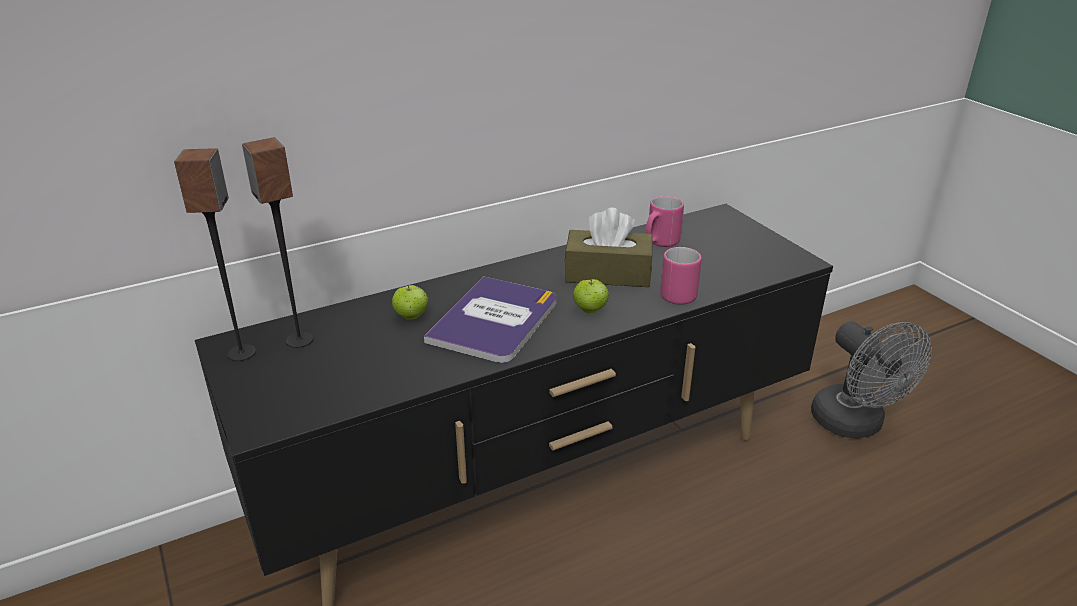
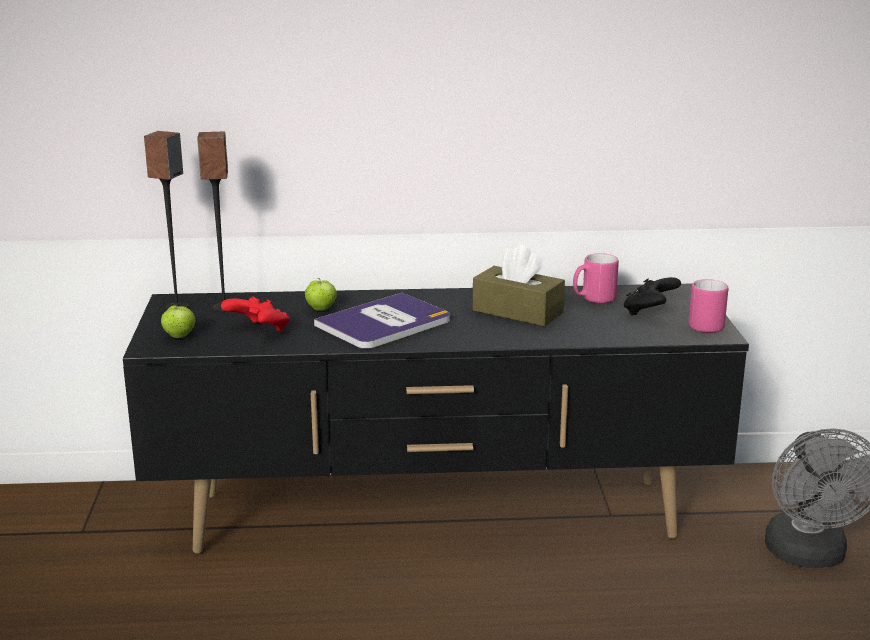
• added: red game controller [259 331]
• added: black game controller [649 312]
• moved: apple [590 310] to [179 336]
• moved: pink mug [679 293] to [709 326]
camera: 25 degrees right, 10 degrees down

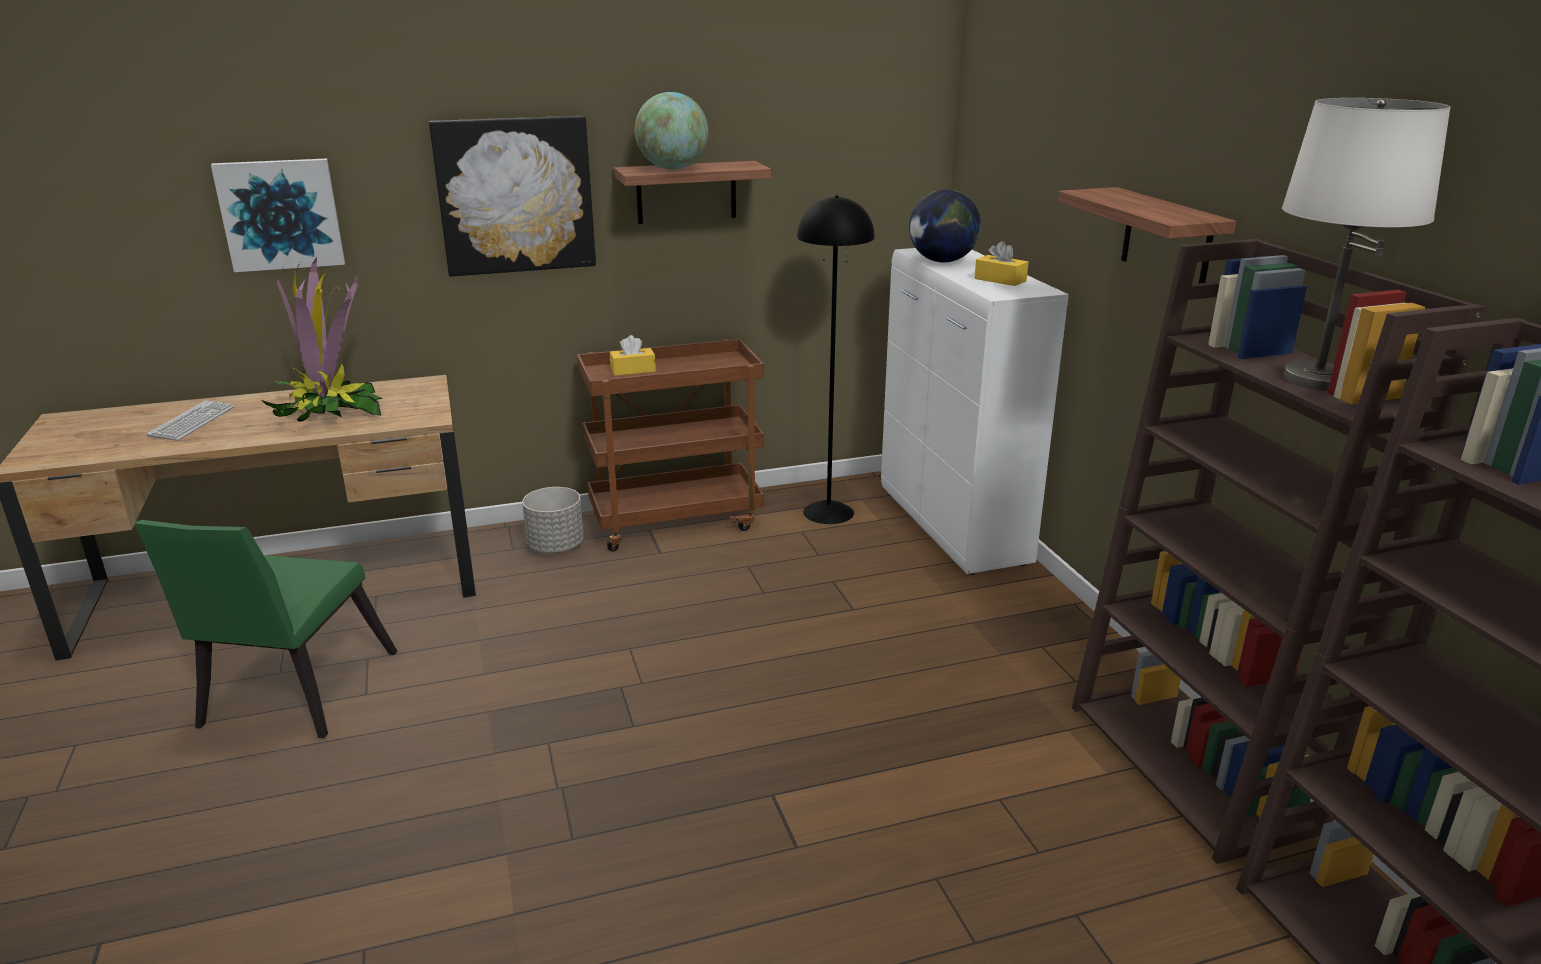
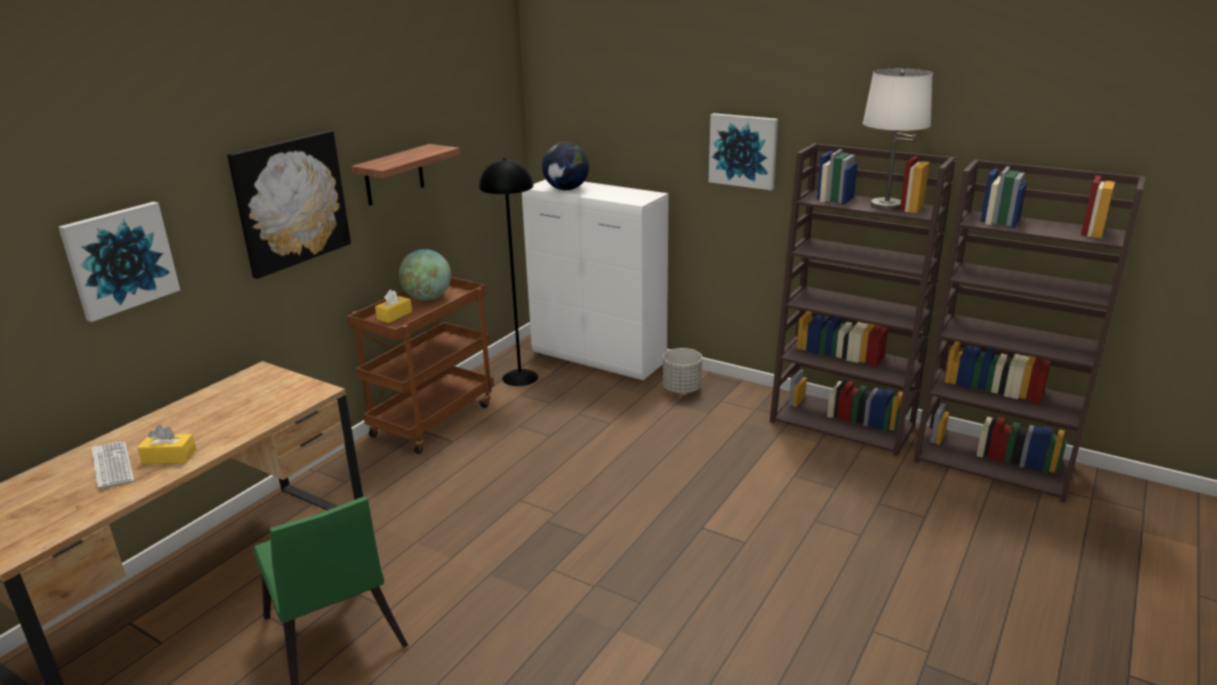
• removed: potted plant [329 412]
• moved: grey planter [556 546] to [682 389]
• moved: globe [673 168] to [427 298]
• moved: yellow tissue box [1000 280] to [169 457]
• replaced: shelf [1167 239] to picture [743 150]
camera: 40 degrees left, 0 degrees up

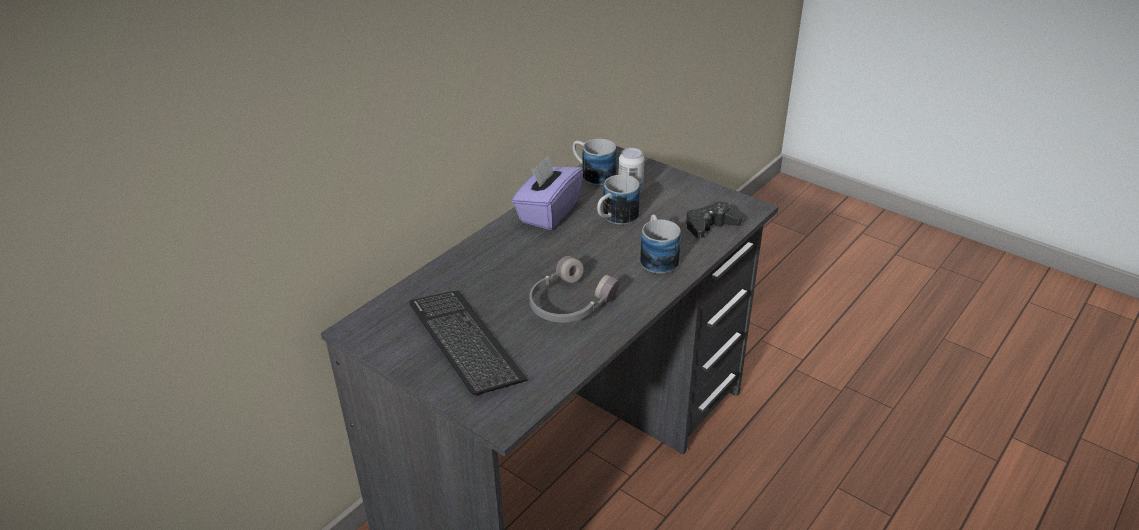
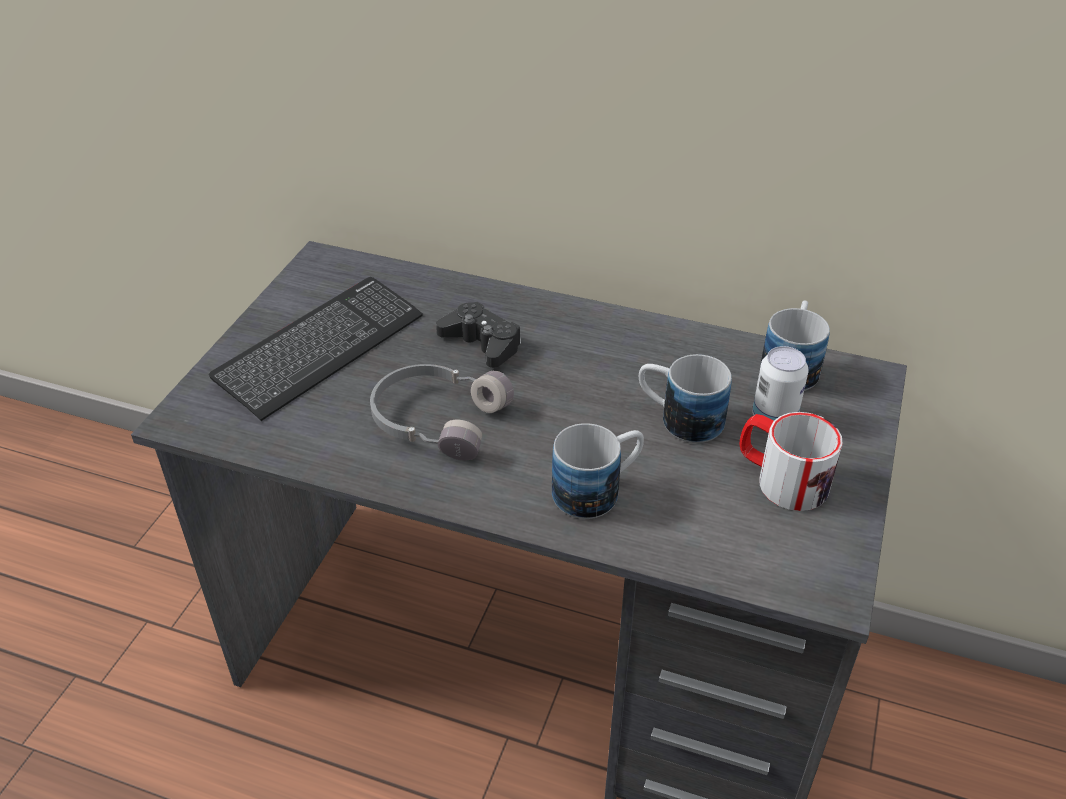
• removed: purple tissue box [548 212]
• added: mug [781 479]
• moved: black game controller [710 226] to [482 343]
camera: 70 degrees right, 5 degrees up

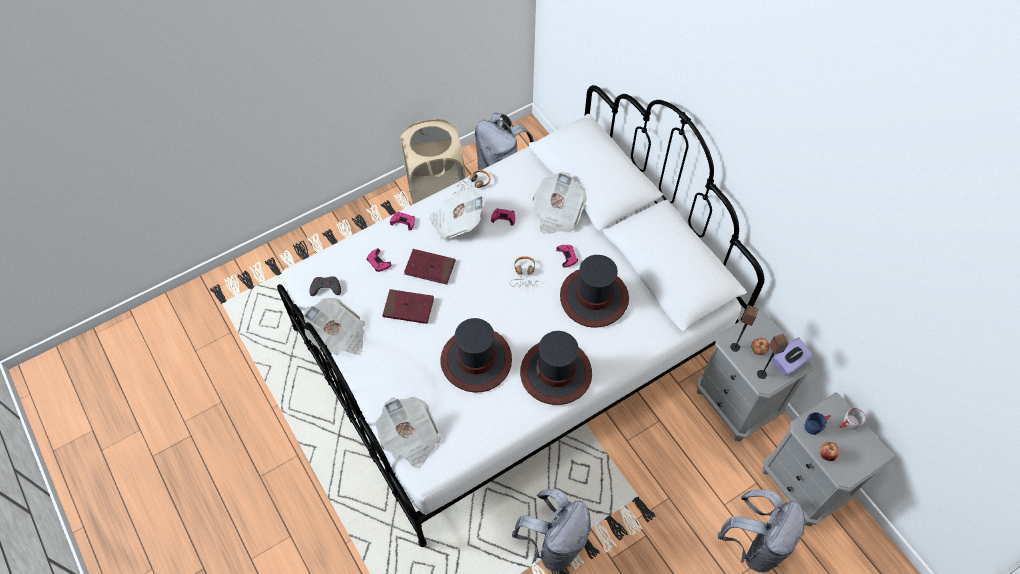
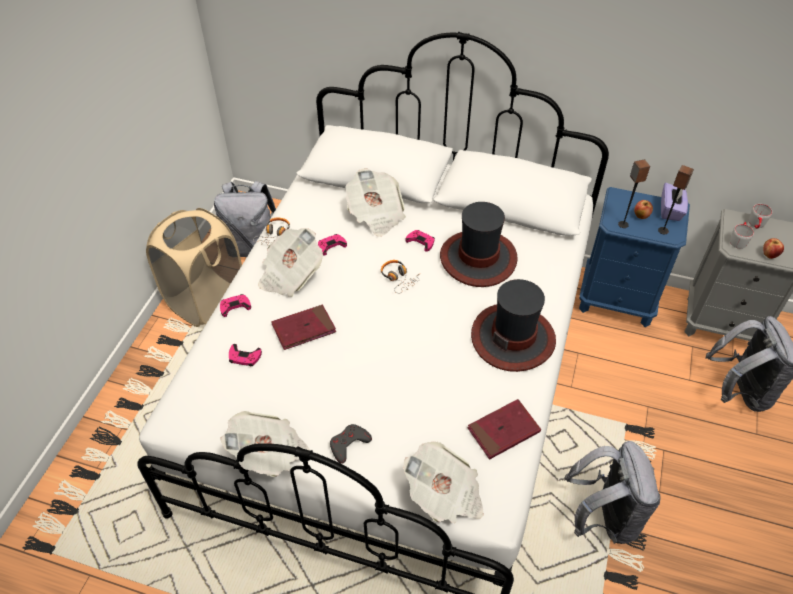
• removed: hat [476 360]
• moved: grey game controller [325 288] to [349 444]
• moved: red book [408 308] to [503 431]
• recoloured: grey nightstand [736 403] to blue nightstand [617 299]
• recoloured: blue mug [815 425] to grey mug [738 240]
camera: 40 degrees left, 10 degrees down

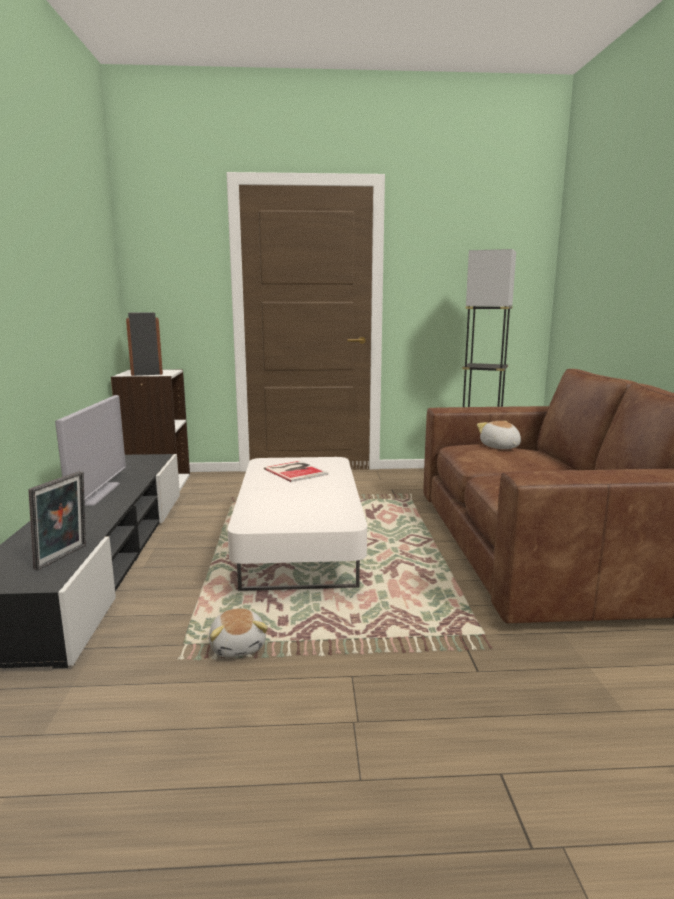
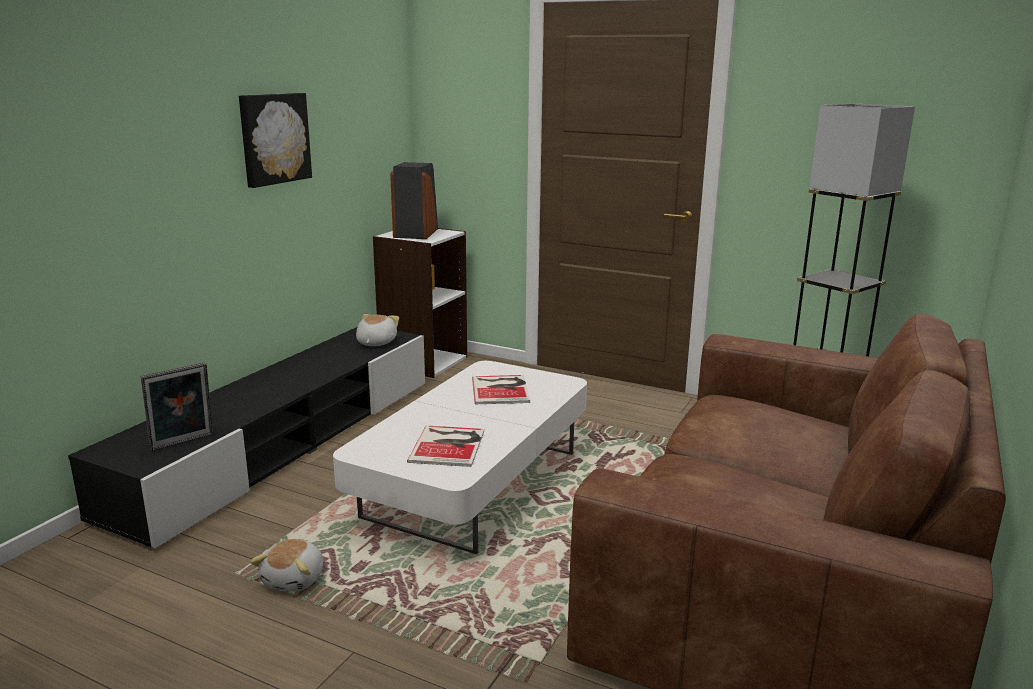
• removed: television [95 494]
• added: picture [273 138]
• added: book [449 445]
• moved: plush toy [499 447] to [375 343]
camera: 30 degrees right, 5 degrees up

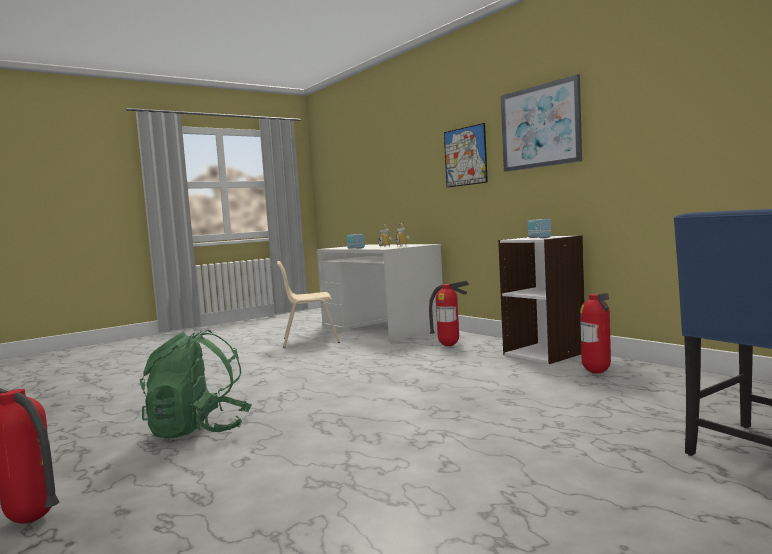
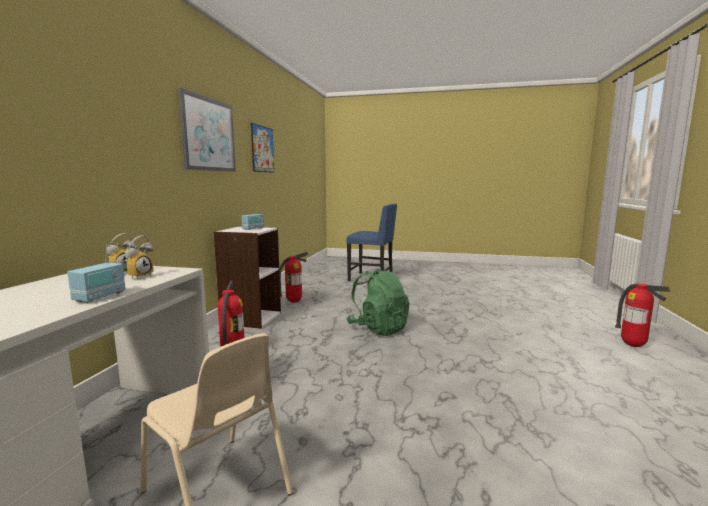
• moved: green backpack [199 430] to [378 328]
• moved: picture [465 156] to [262 149]
camera: 130 degrees left, 5 degrees up

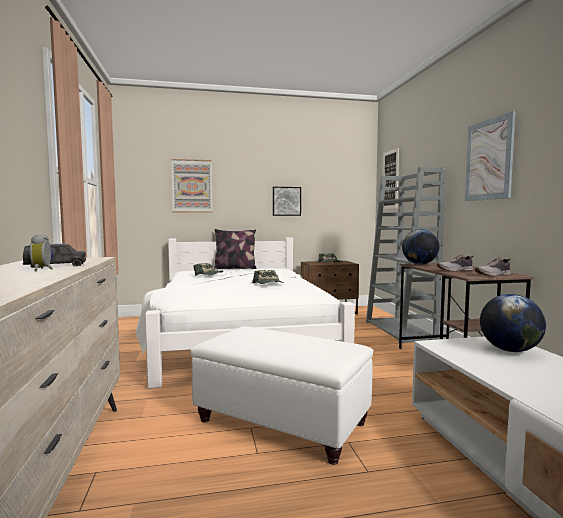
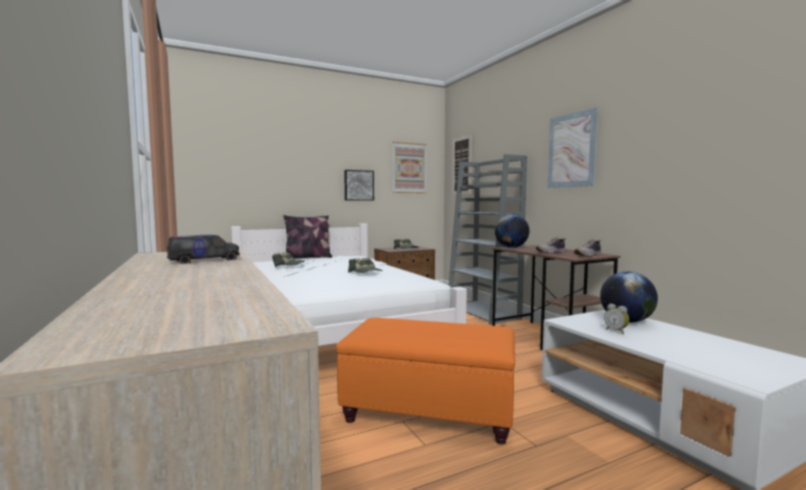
• moved: alarm clock [43 270] to [616 331]
• moved: picture [192 186] to [409 168]
• recoloured: white ottoman [280 421] to orange ottoman [428 411]
camera: 15 degrees left, 0 degrees up

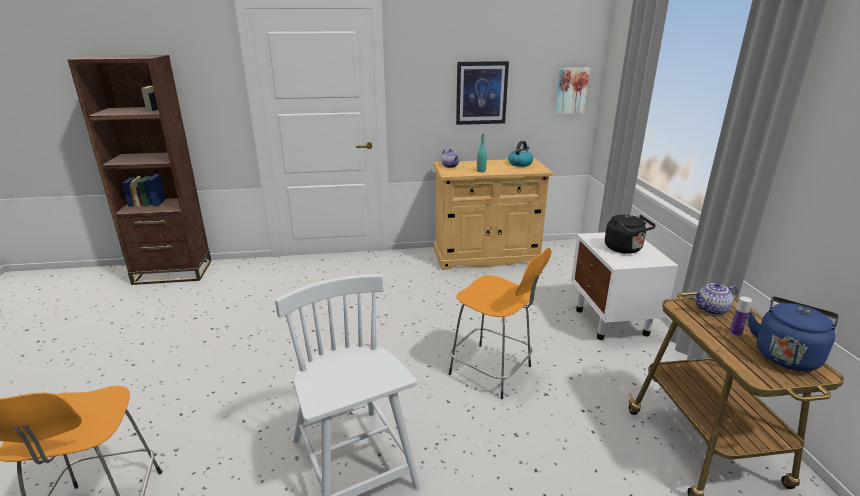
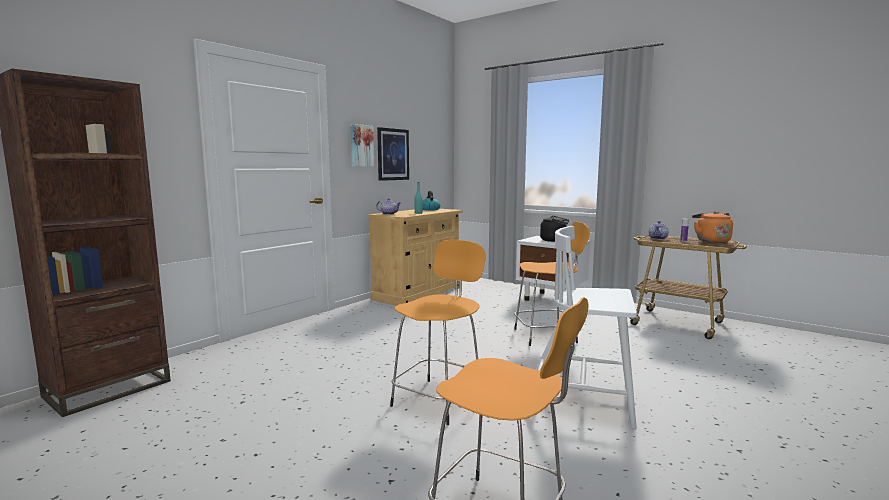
• added: orange stool [439 399]
• moved: picture [571 90] to [361 146]
• recoloured: blue kettle [786 355] to orange kettle [711 241]
camera: 45 degrees left, 15 degrees down

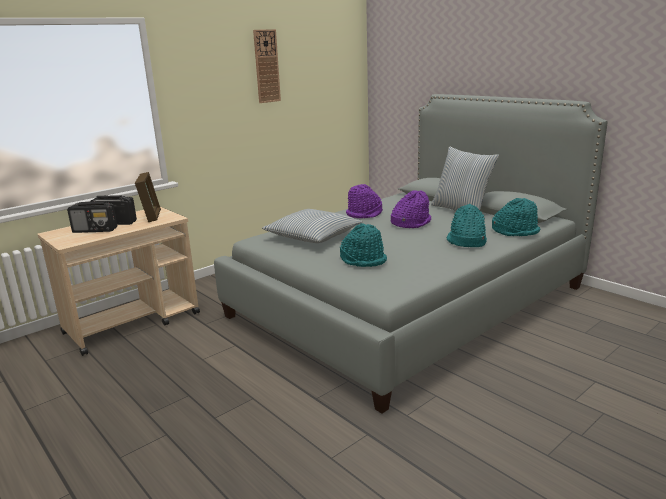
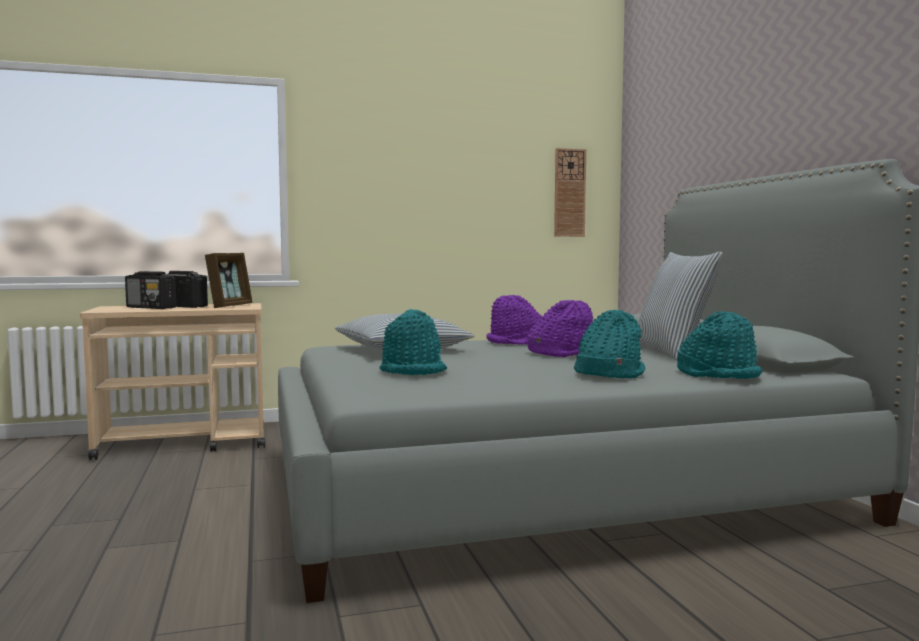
• moved: wall clock [266 66] to [569 193]
camera: 25 degrees right, 15 degrees down

